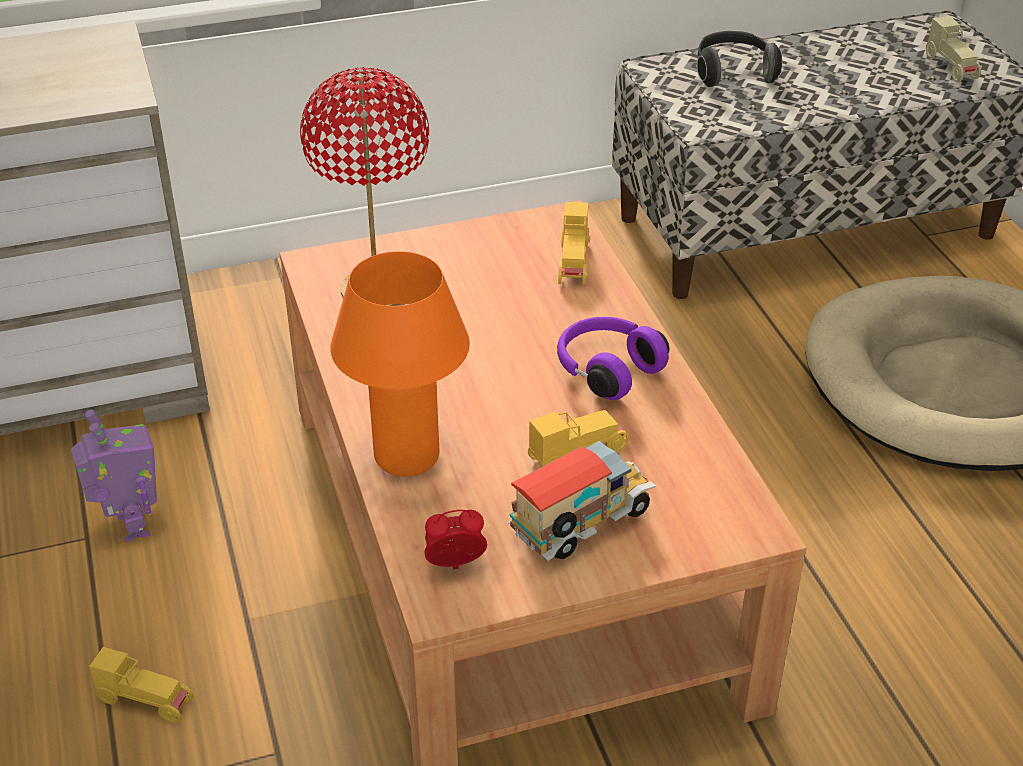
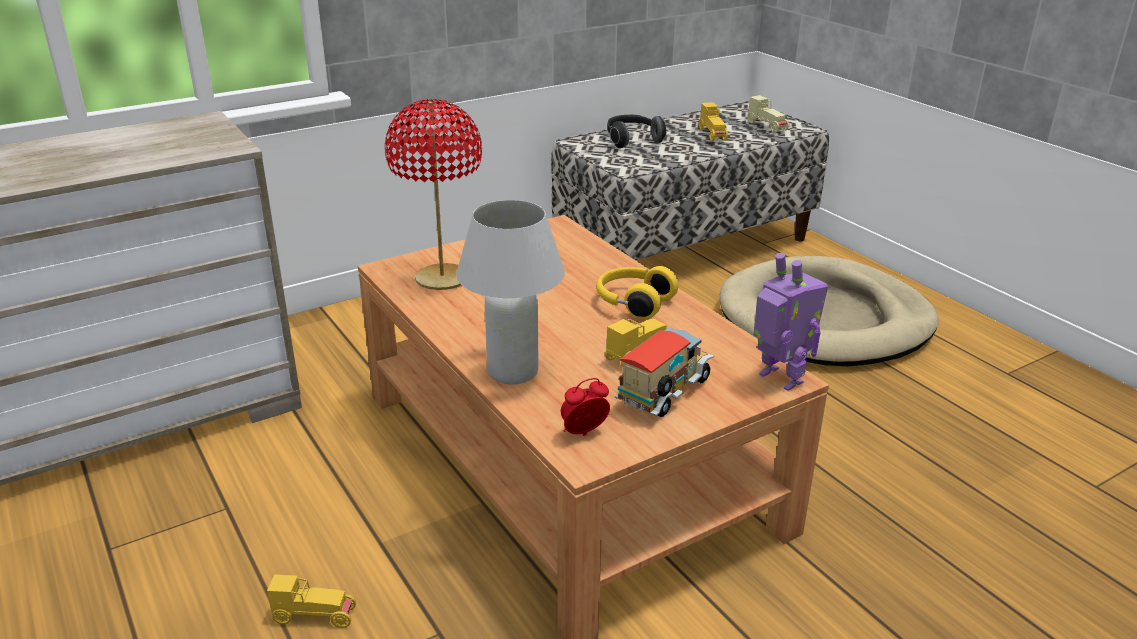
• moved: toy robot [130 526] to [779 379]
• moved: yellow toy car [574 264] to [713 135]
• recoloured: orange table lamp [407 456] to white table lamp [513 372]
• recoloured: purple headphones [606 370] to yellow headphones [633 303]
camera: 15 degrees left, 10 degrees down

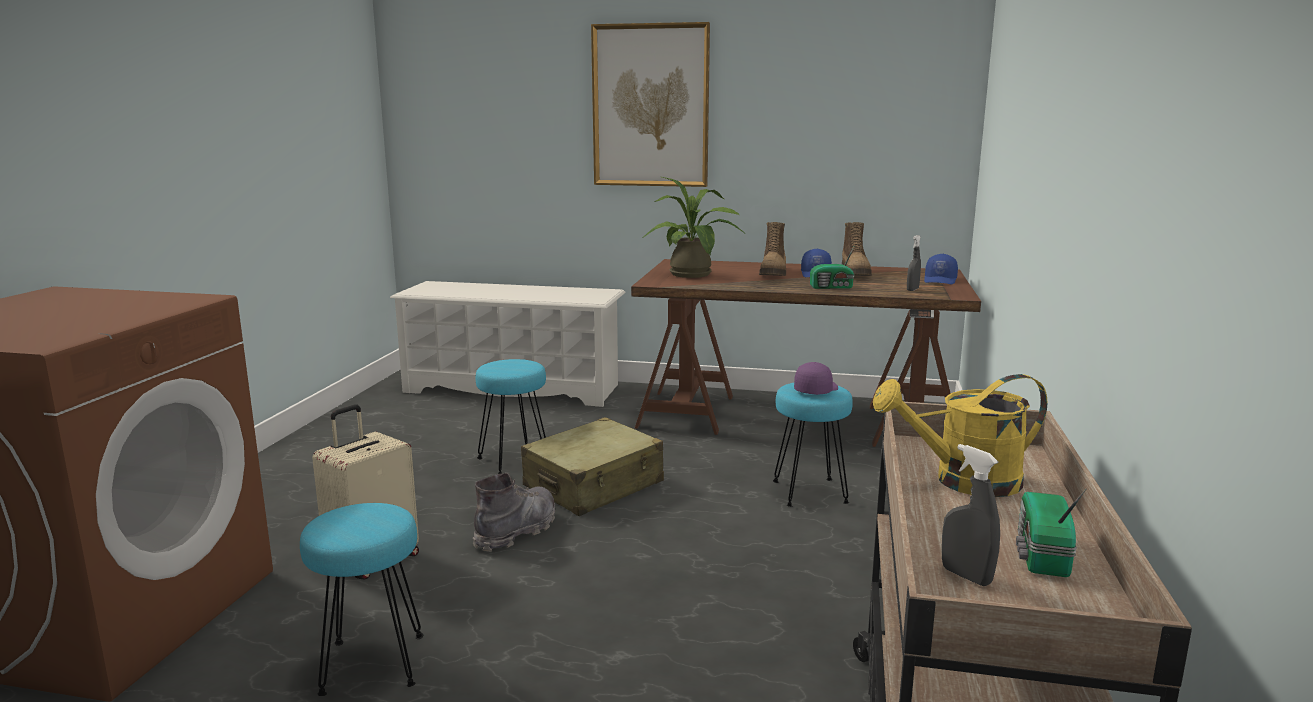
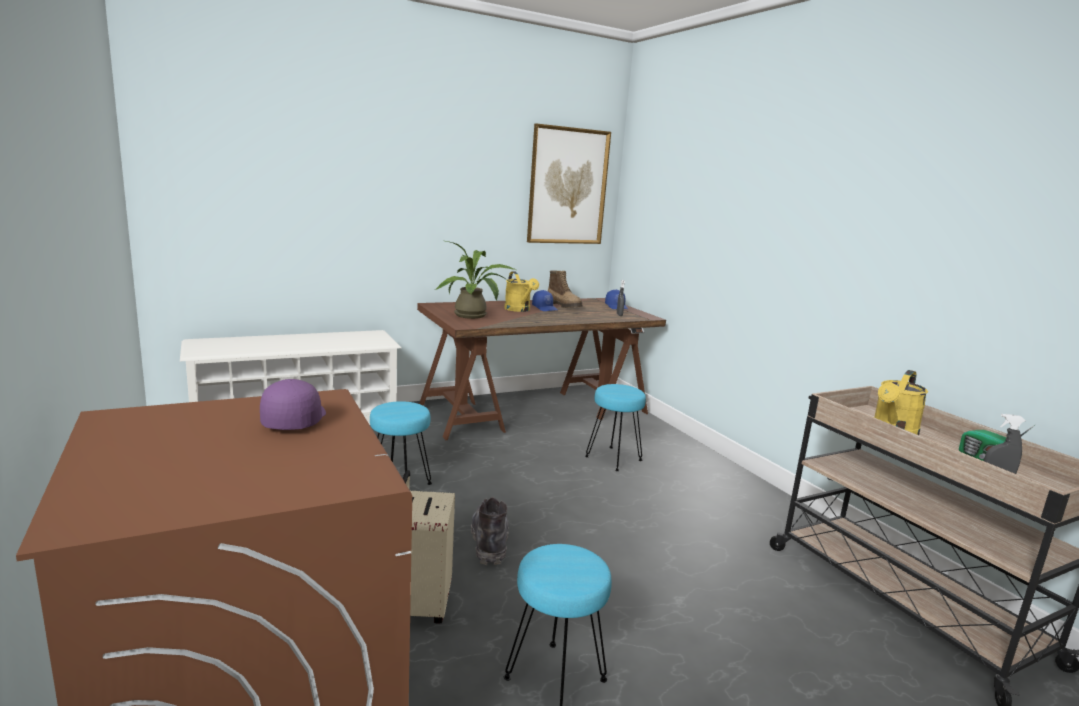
• removed: beige suitcase [594 485]
• removed: radio [832 287]
• moved: picture [650 106] to [567 186]
• moved: purple cap [815 390] to [294 420]
• replaced: boot [774 273] to yellow watering can [519 310]
camera: 40 degrees left, 0 degrees up

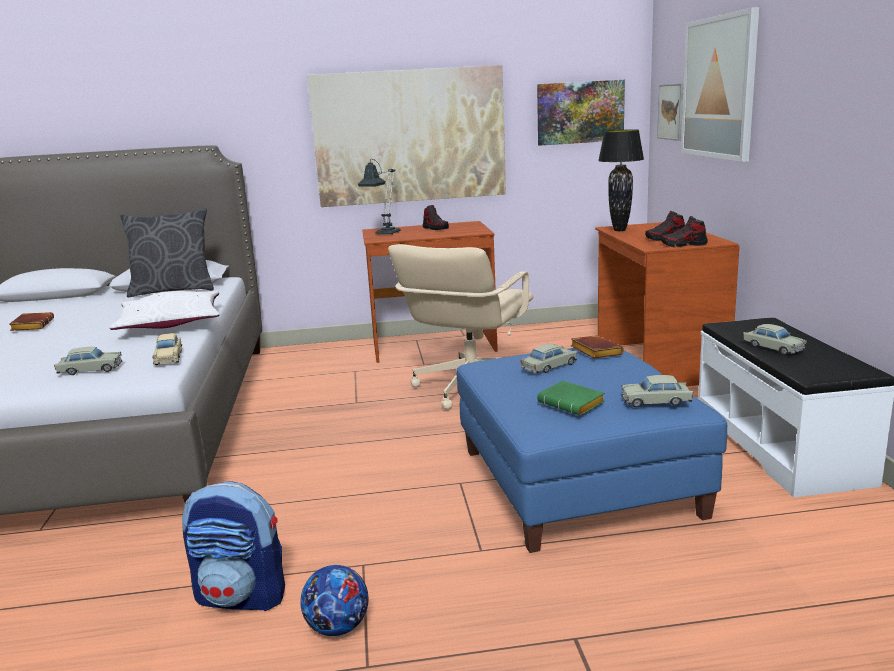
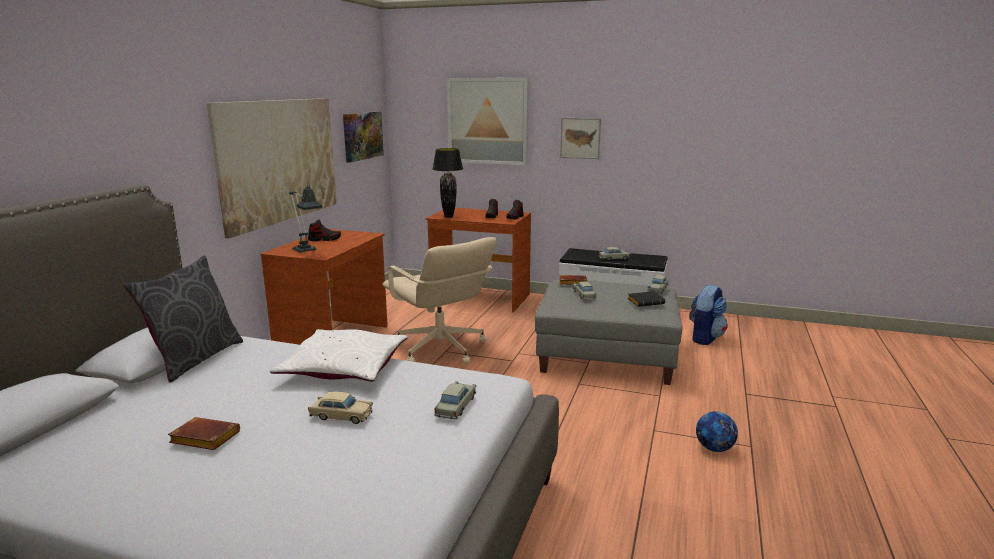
• moved: beige toy car [169 357] to [341 416]
• moved: backpack [242 596] to [705 338]
• moved: picture [671 111] to [580 138]
• recoloured: blue ottoman [578 482] to grey ottoman [607 356]
• recoloured: green book [573 403] to black book [646 302]
camera: 65 degrees left, 0 degrees up

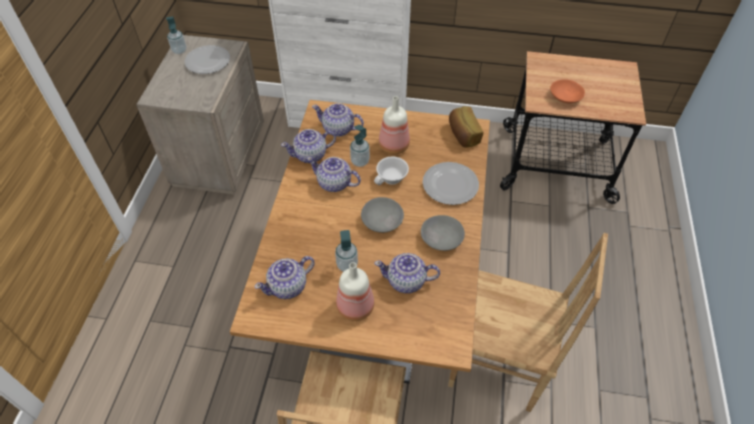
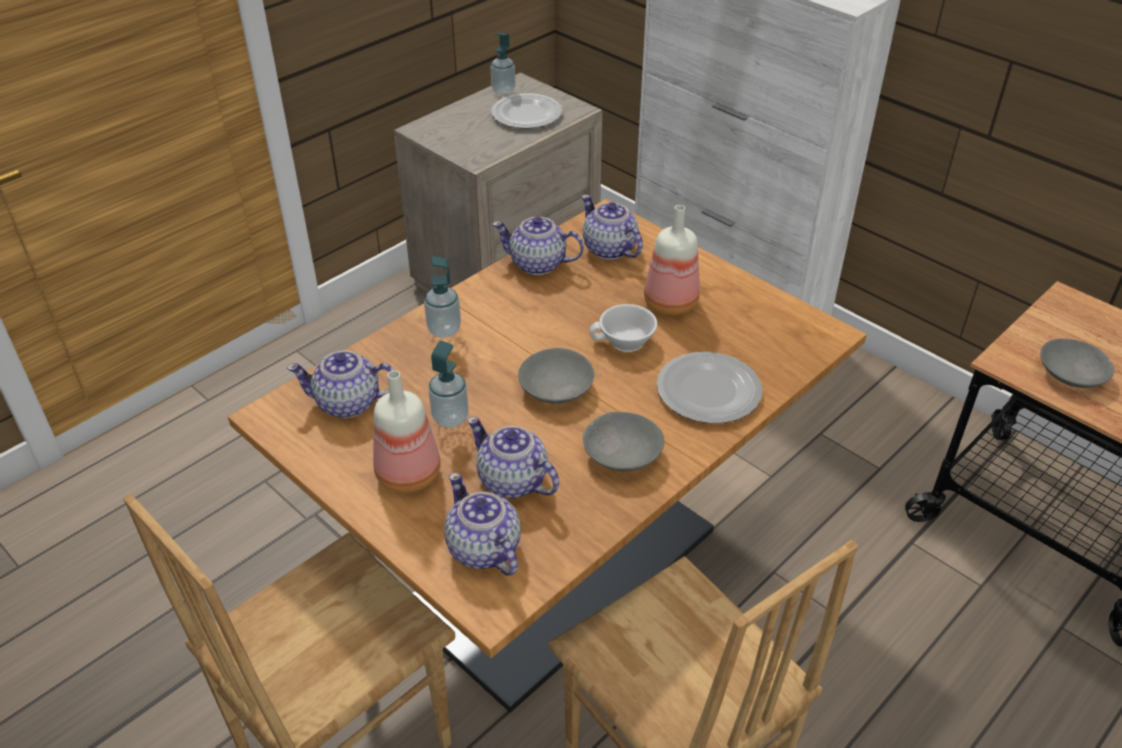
• removed: bread [463 135]
• moved: teapot [334 183] to [483 549]
• moved: soap dispenser [360 161] to [444 330]
• recoloured: orange bowl [566 97] to grey bowl [1072 374]
camera: 35 degrees right, 10 degrees down

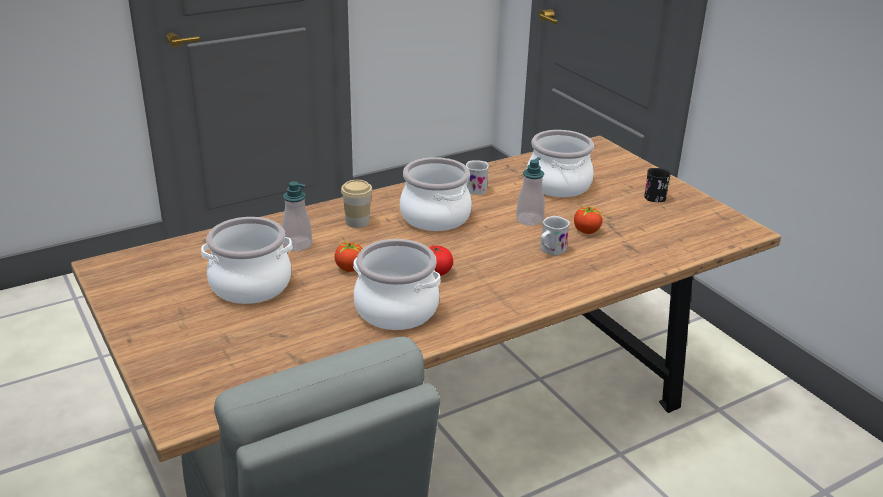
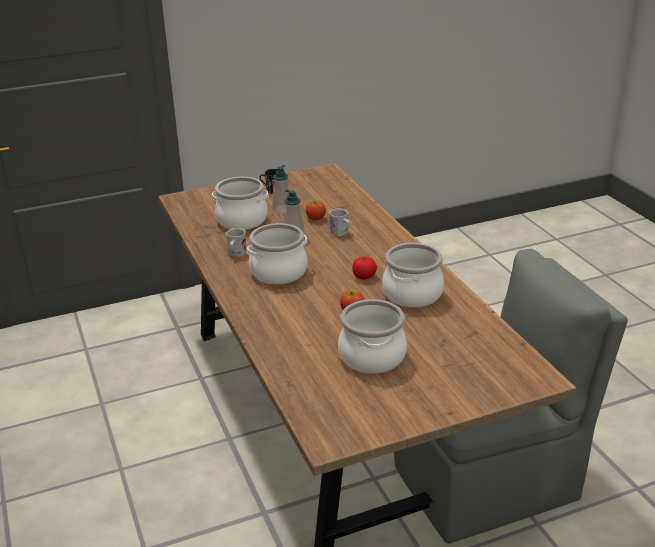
• removed: cup [357 222]
• moved: soap dispenser [297 244] to [282 210]
camera: 80 degrees left, 0 degrees up

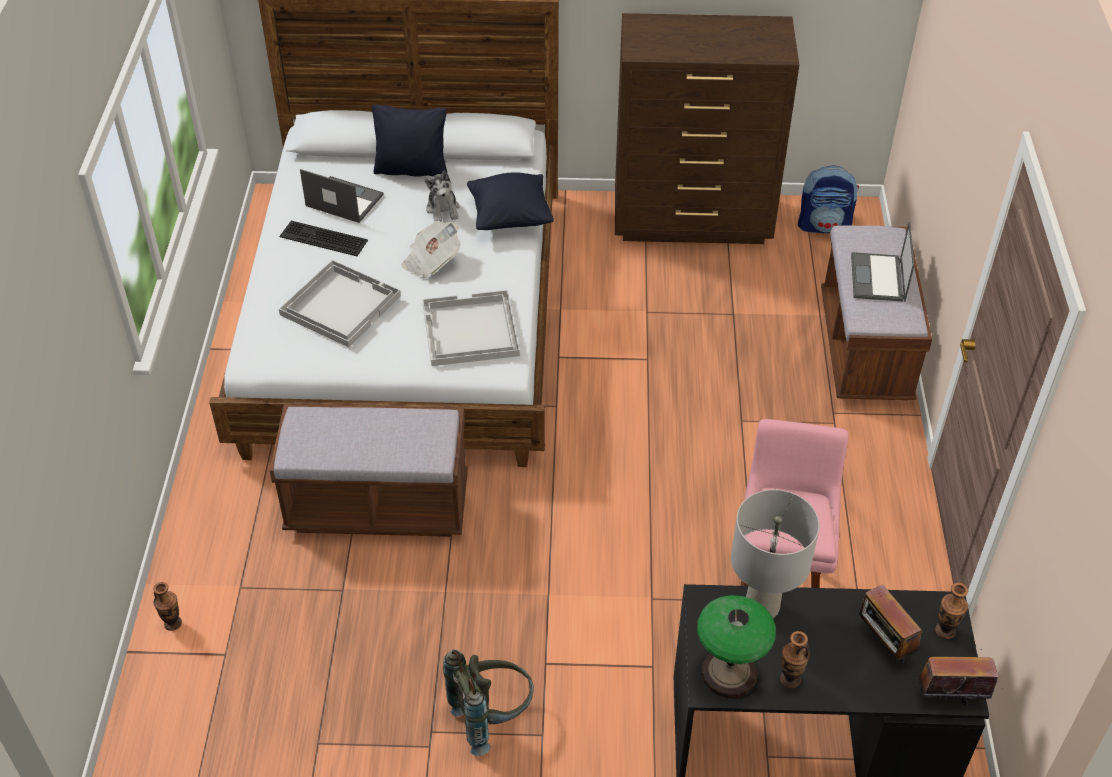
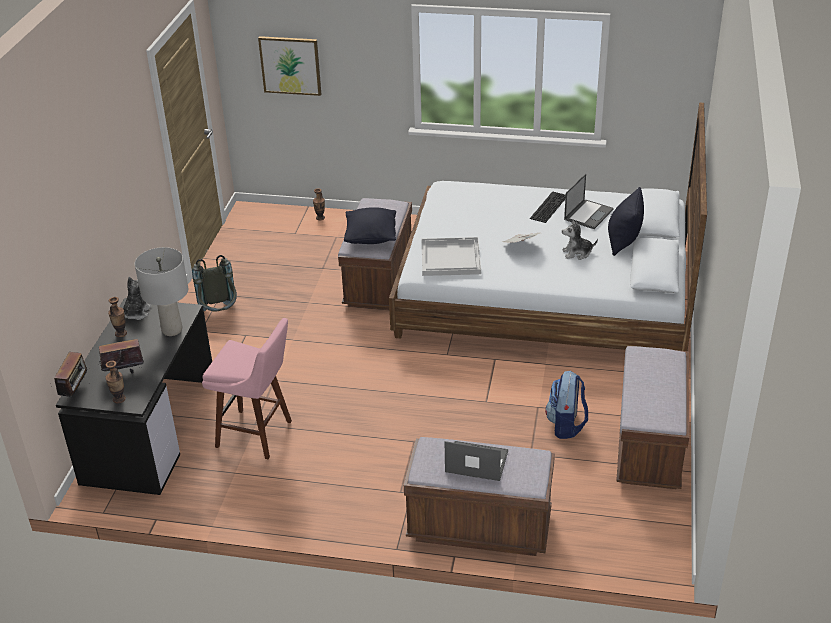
• removed: white tray [340 304]
• added: picture [290 65]
• moved: black pillow [510 218] to [371 238]
• moved: backpack [824 225] to [566 425]
• replaced: brown dresser [693 222] to brown bench [649 446]
• replaced: table lamp [729 673] to plush toy [136 313]
camera: 100 degrees right, 10 degrees down

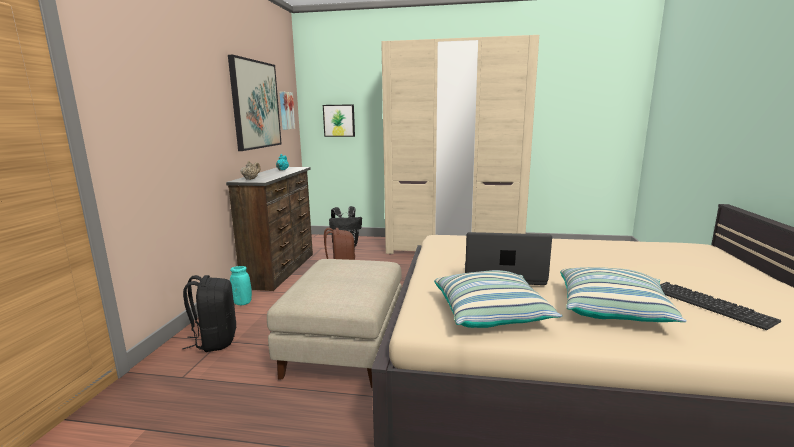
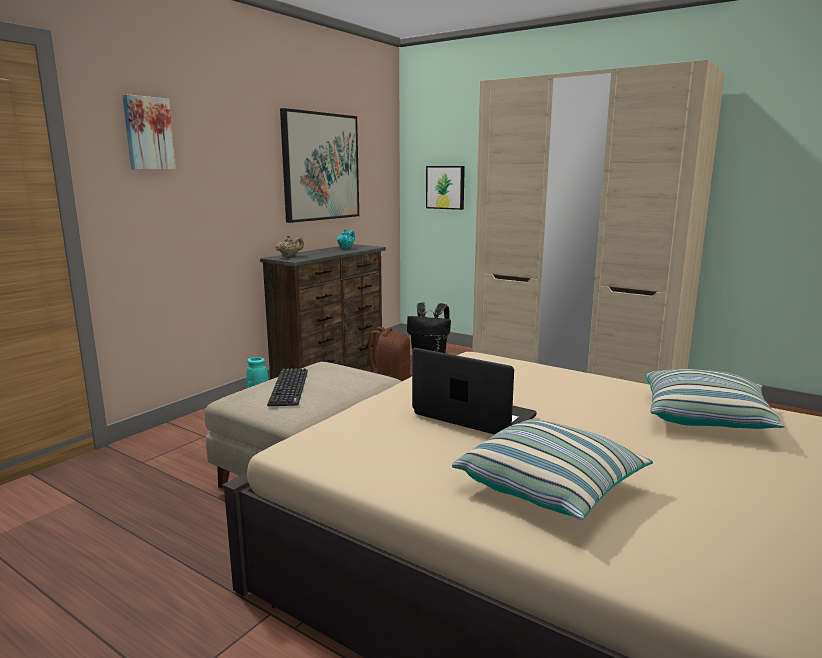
• removed: black backpack [215 341]
• moved: picture [286 110] to [148 133]
• moved: pillow [491 314] to [705 418]
• moved: keyboard [710 305] to [289 387]
camera: 25 degrees right, 0 degrees up

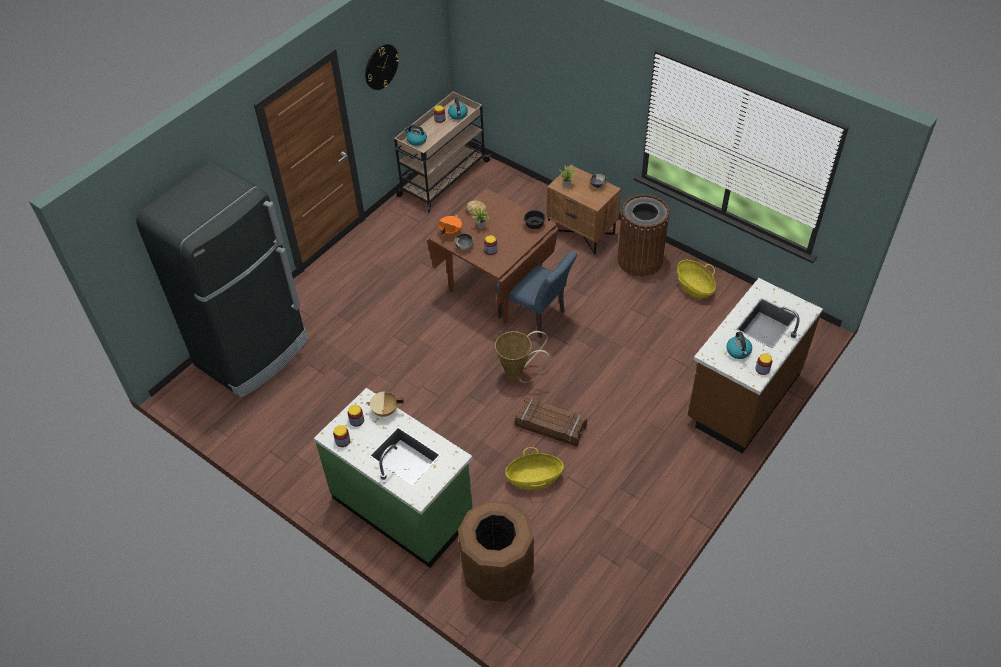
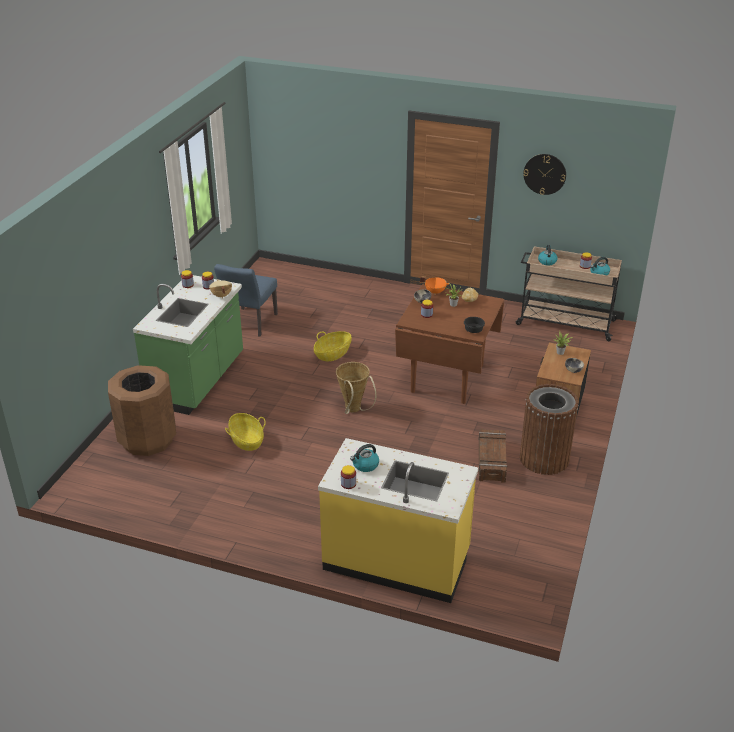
• removed: black fridge [253 353]
• moved: blue chair [536 316] to [249 324]
• moved: crate [551 425] to [492 460]
• moved: basket [694 287] to [332 354]
• recoloured: brown counter [742 397] to yellow counter [397 560]
camera: 70 degrees right, 15 degrees down

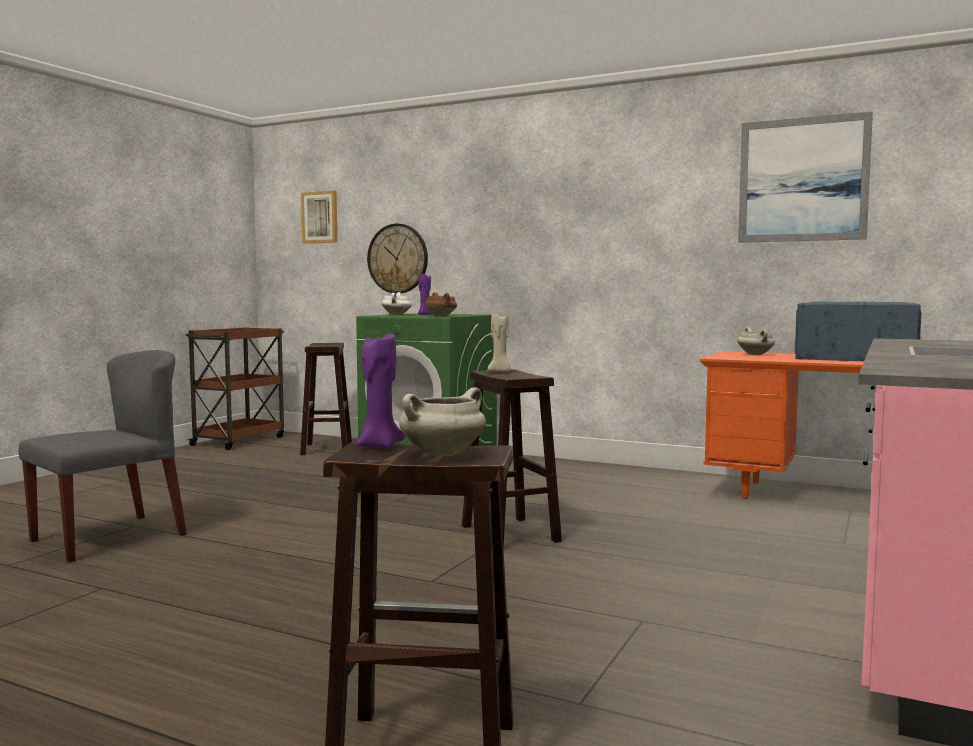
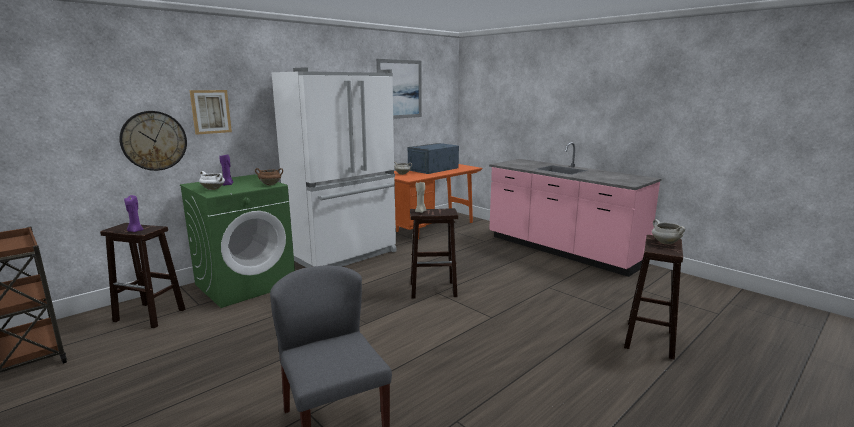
• added: white fridge [345 255]
• moved: picture [320 217] to [210 111]
• moved: purple candle [379 445] to [135 231]
camera: 70 degrees left, 10 degrees up

